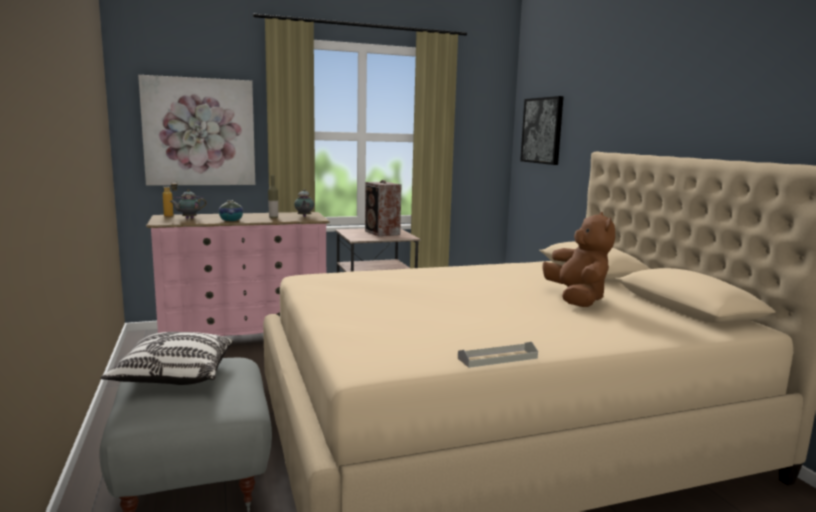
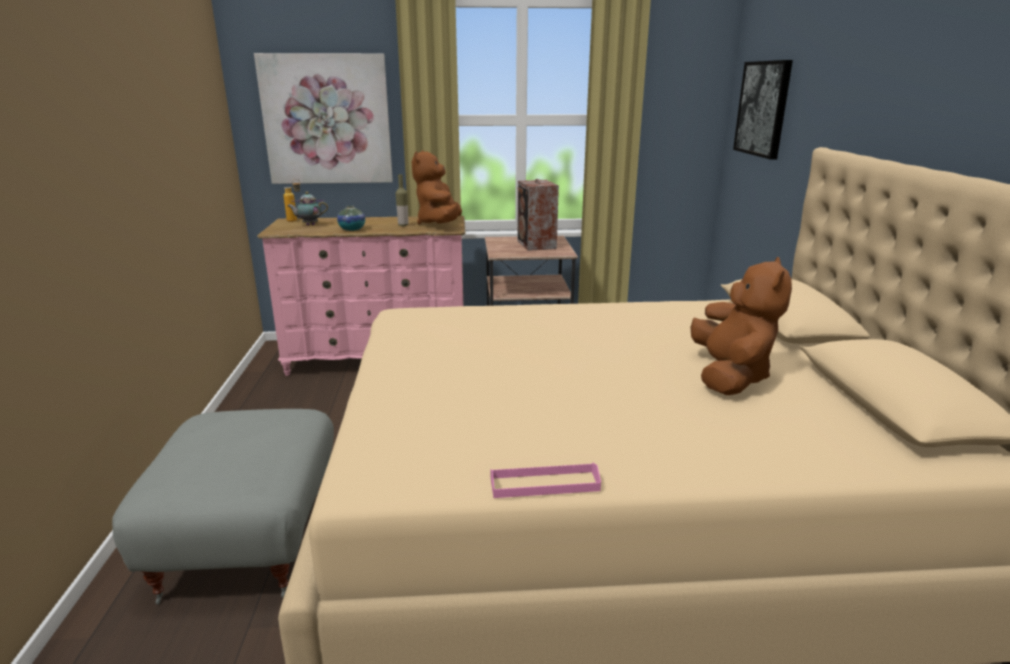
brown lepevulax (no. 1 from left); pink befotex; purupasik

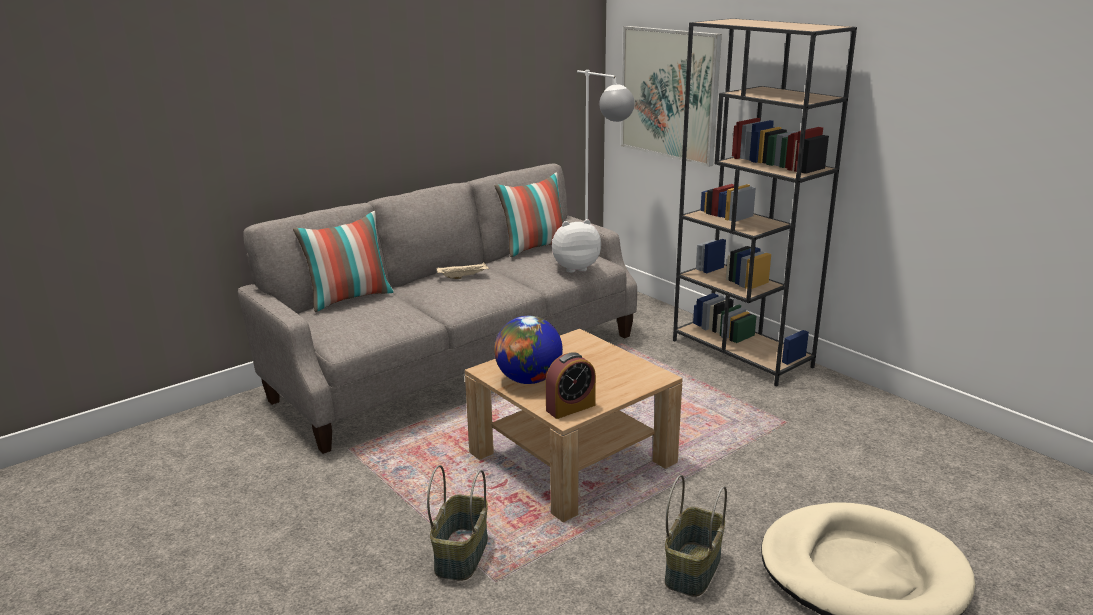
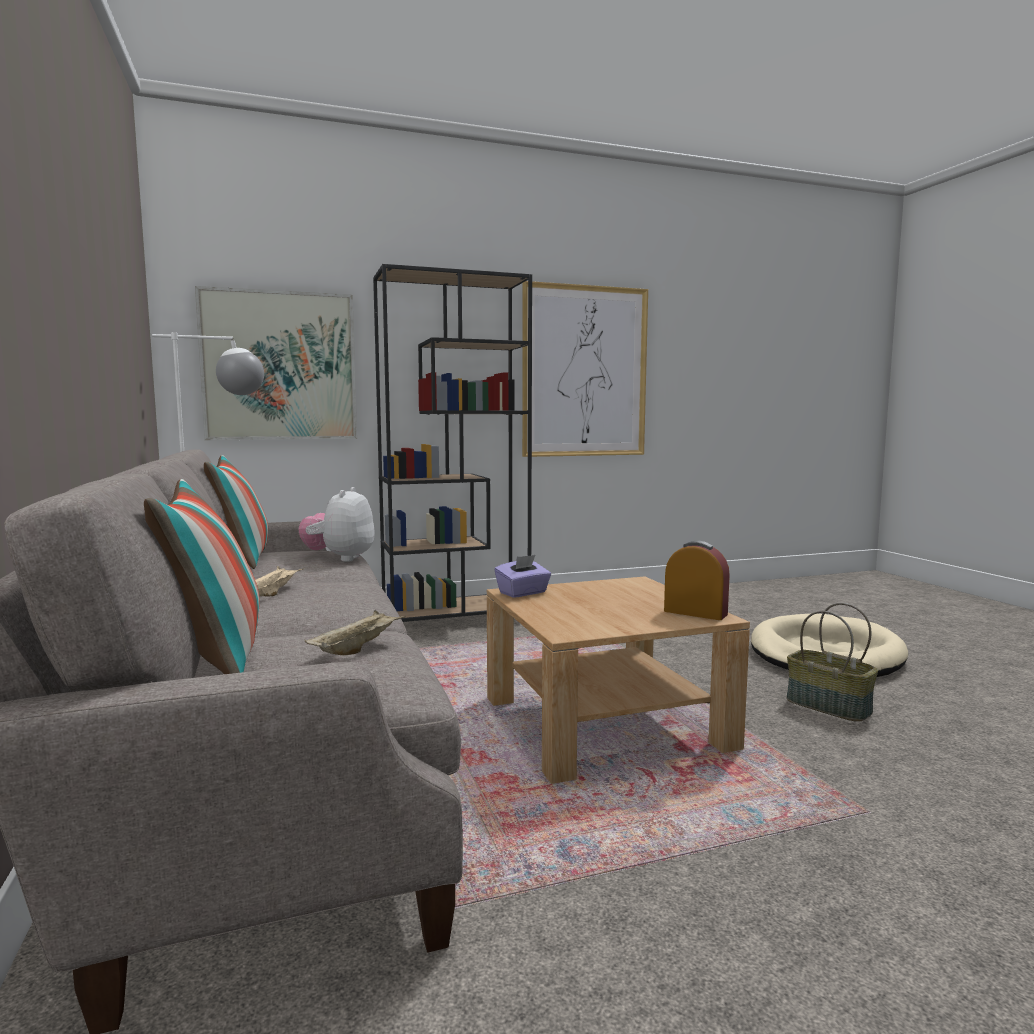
beige befotex (no. 2 from left); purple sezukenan; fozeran (no. 2 from left); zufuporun; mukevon (no. 1 from left in the first image); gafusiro

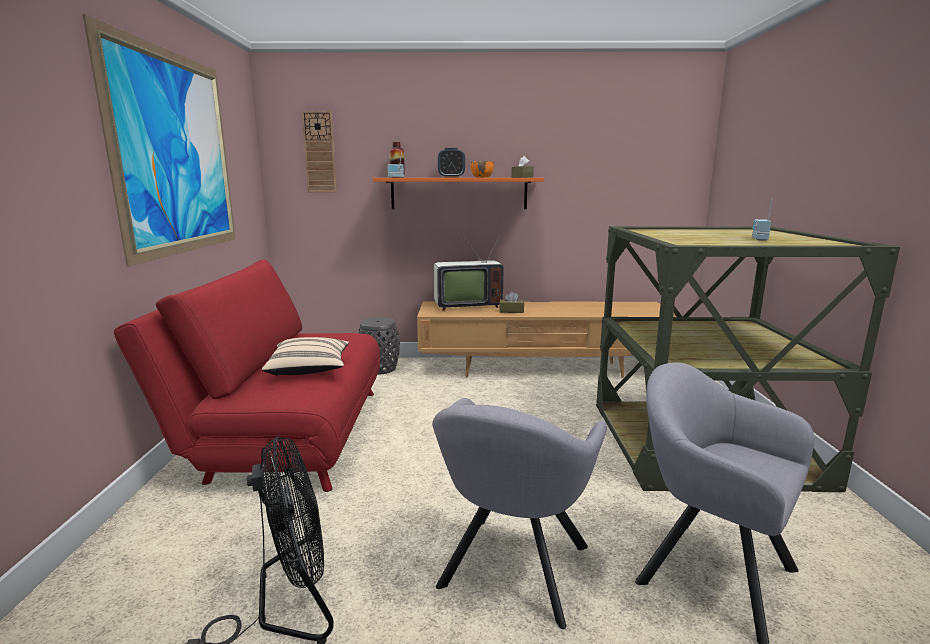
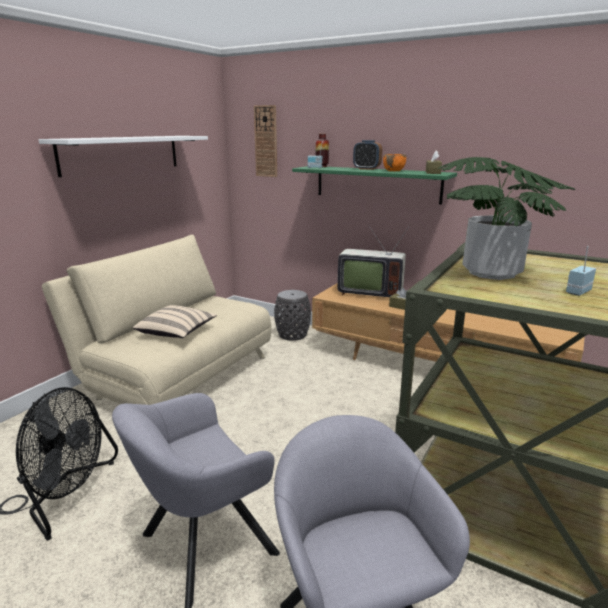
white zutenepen; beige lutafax; green zutenepen; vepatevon

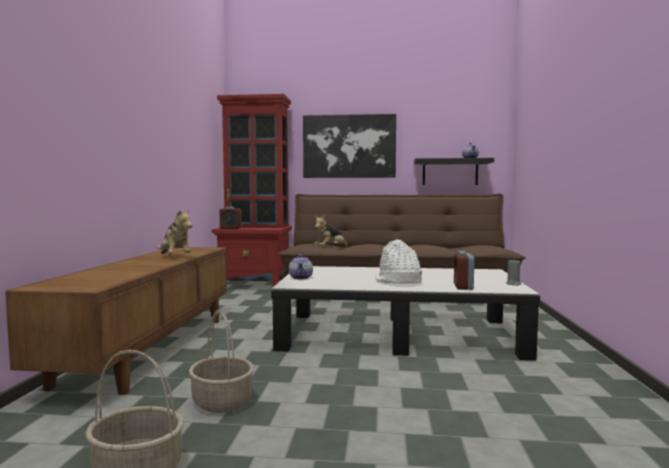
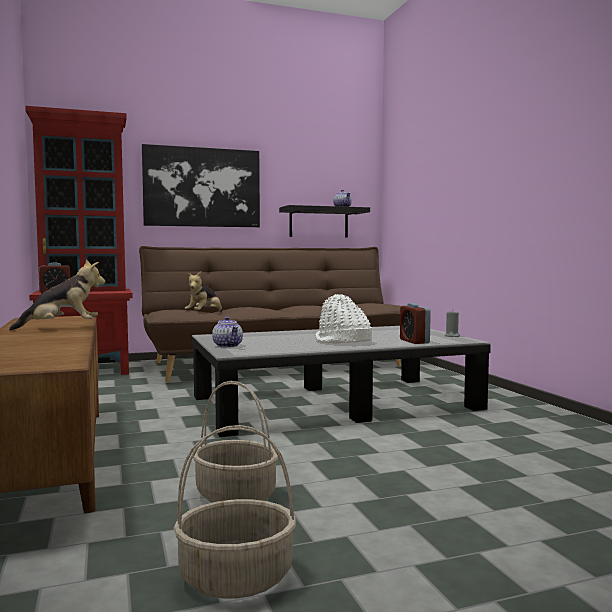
lepevulax (no. 1 from left)

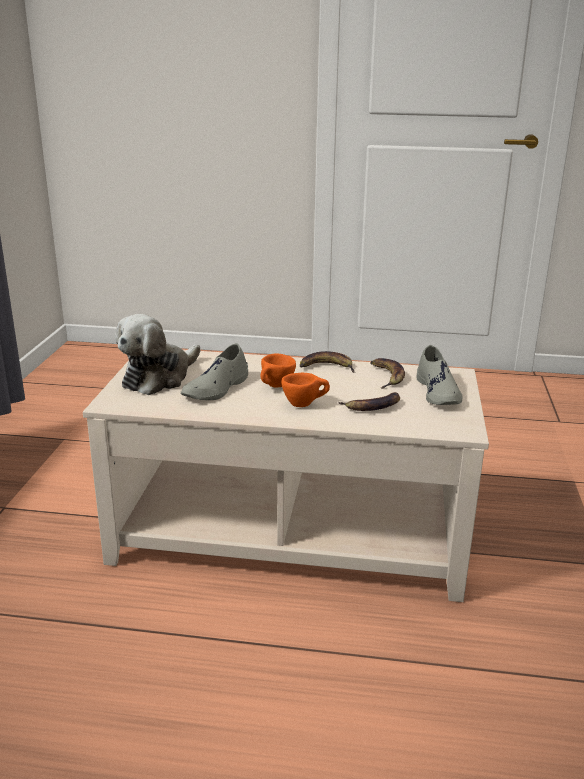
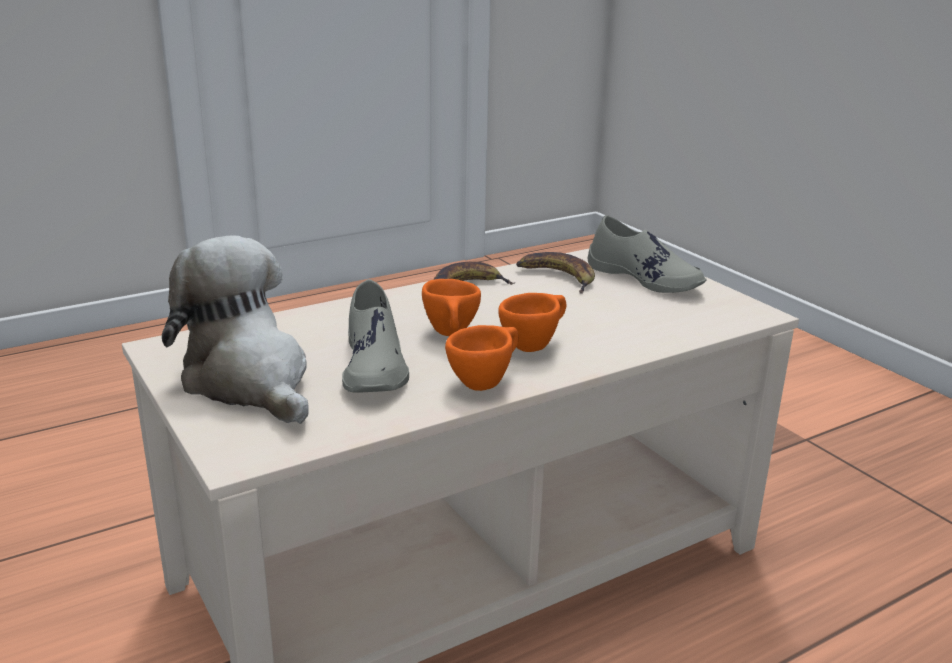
lepevulax; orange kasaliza (no. 2 from left); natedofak (no. 2 from left in the first image)

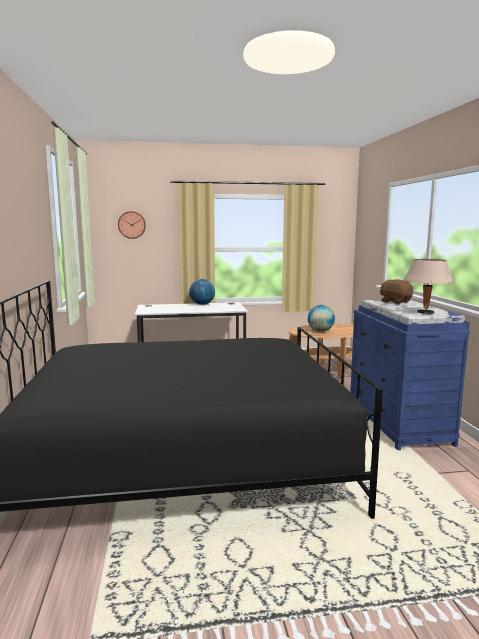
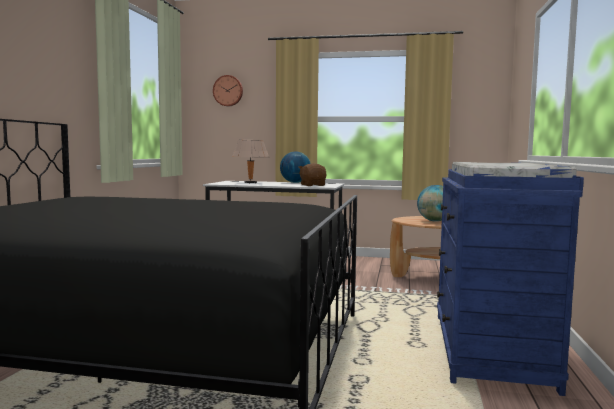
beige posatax; brown lepevulax

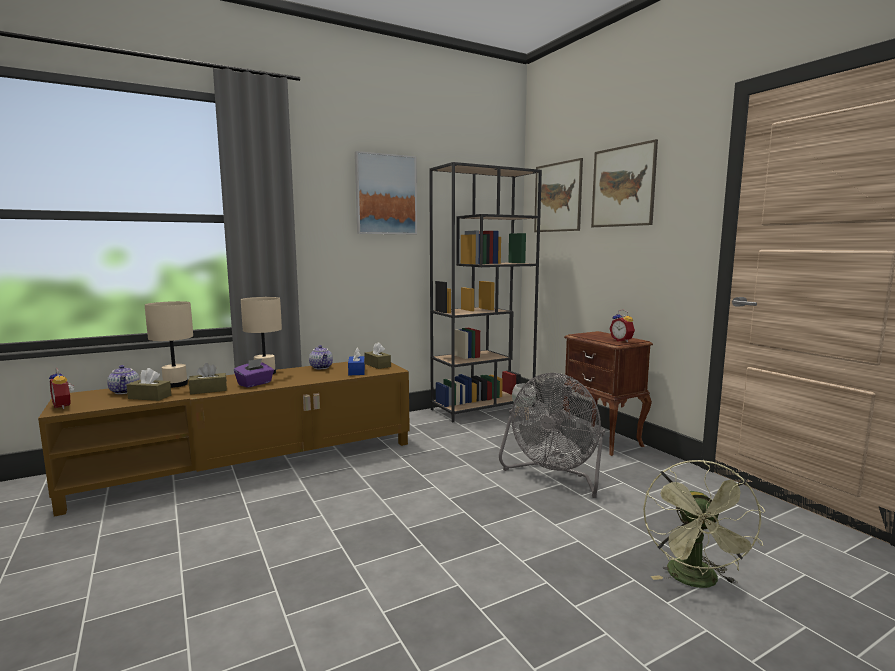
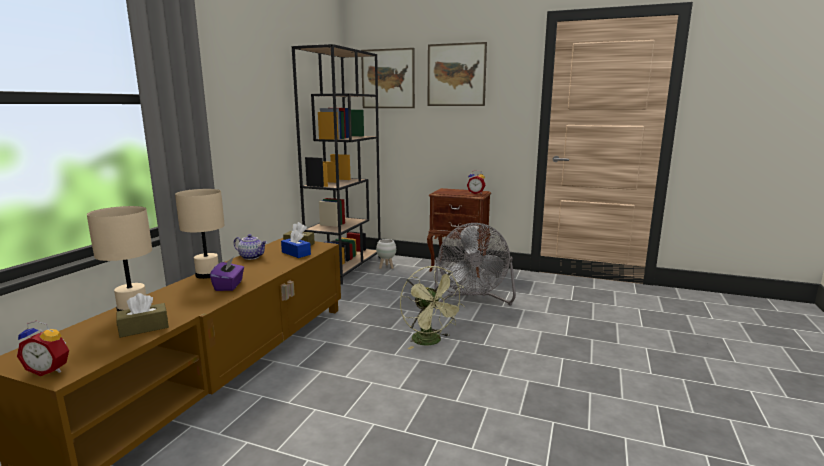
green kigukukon; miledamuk (no. 1 from left in the first image); brown sezukenan (no. 2 from left in the first image); fozeran (no. 1 from left in the first image)

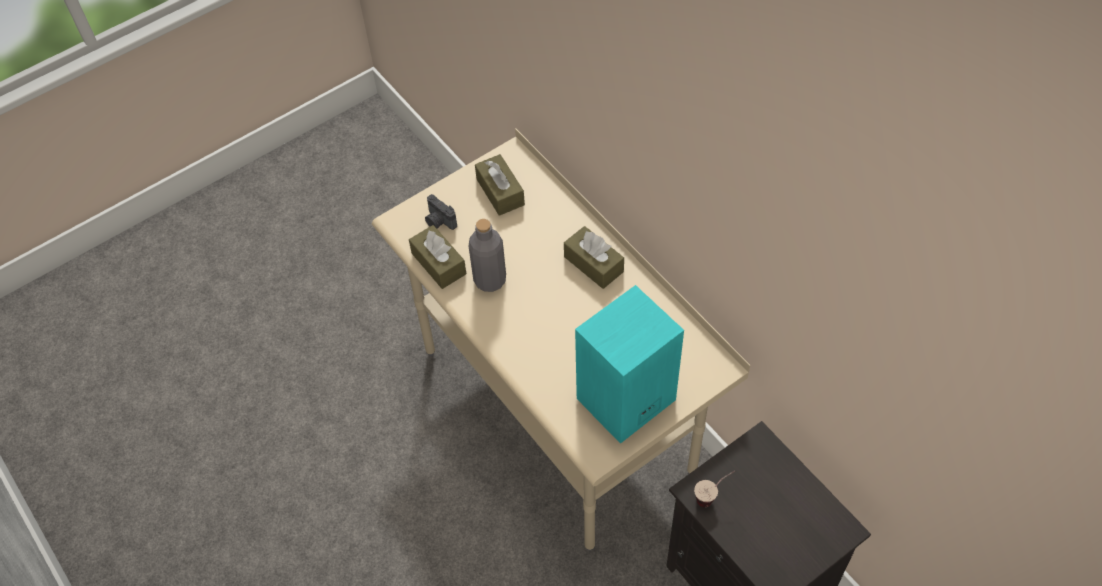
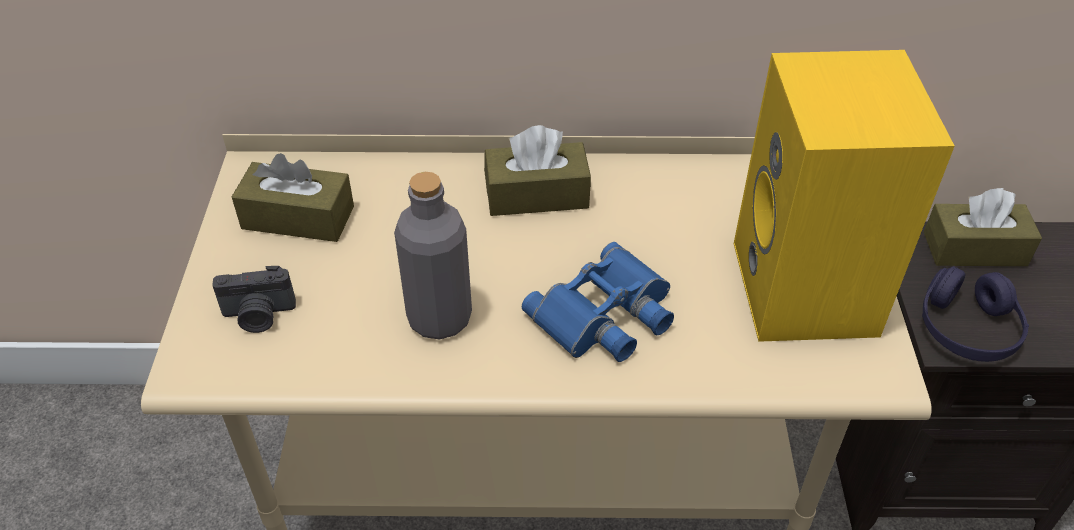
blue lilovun; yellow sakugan; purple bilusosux; brown sezukenan (no. 3 from left)

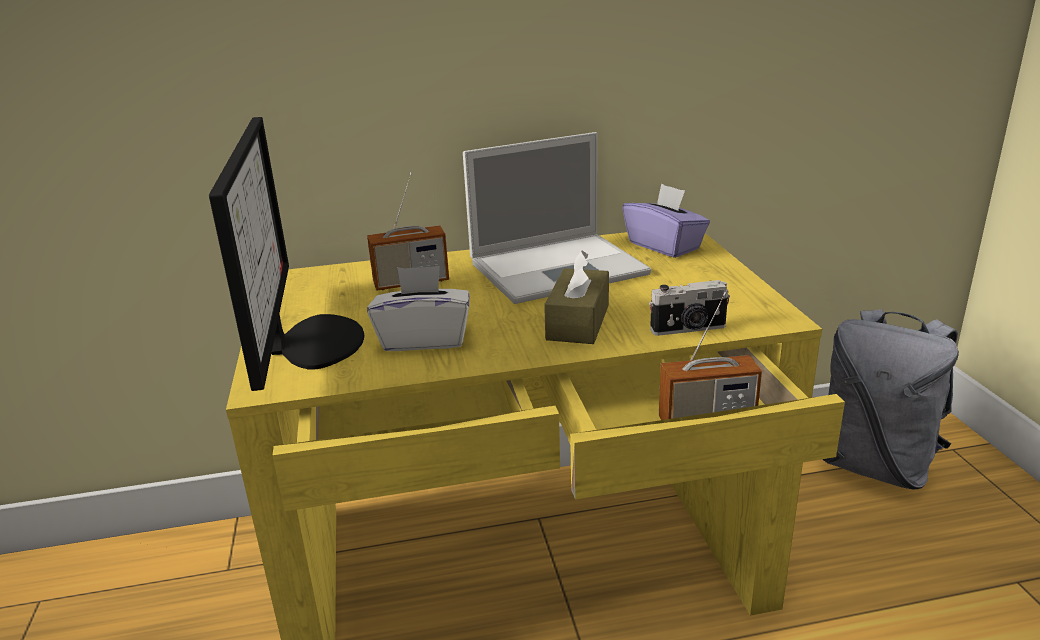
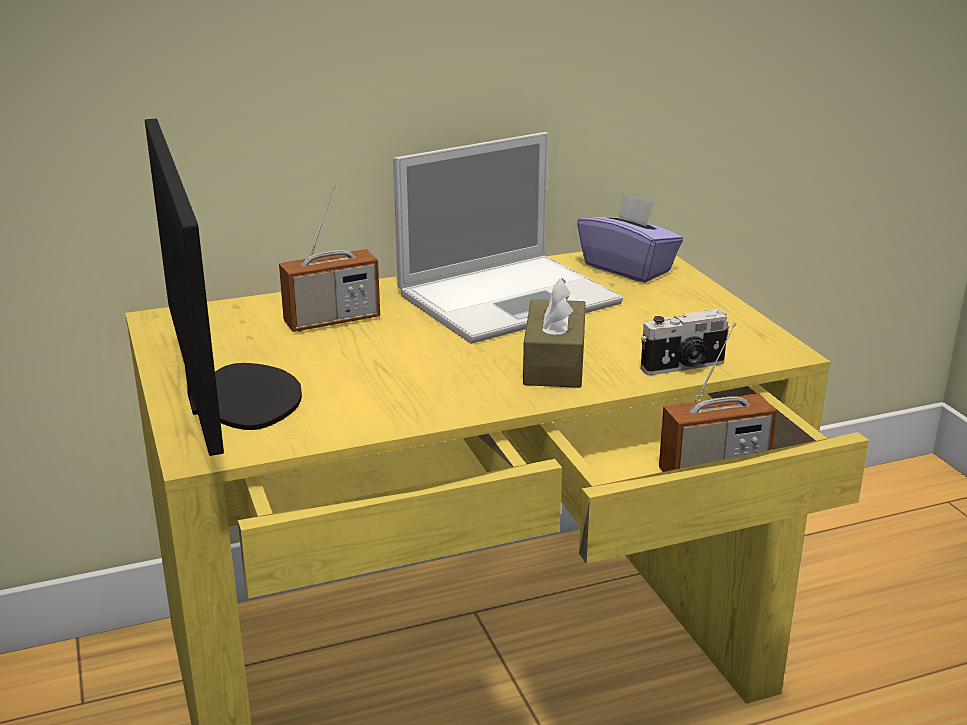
white sezukenan; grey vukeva

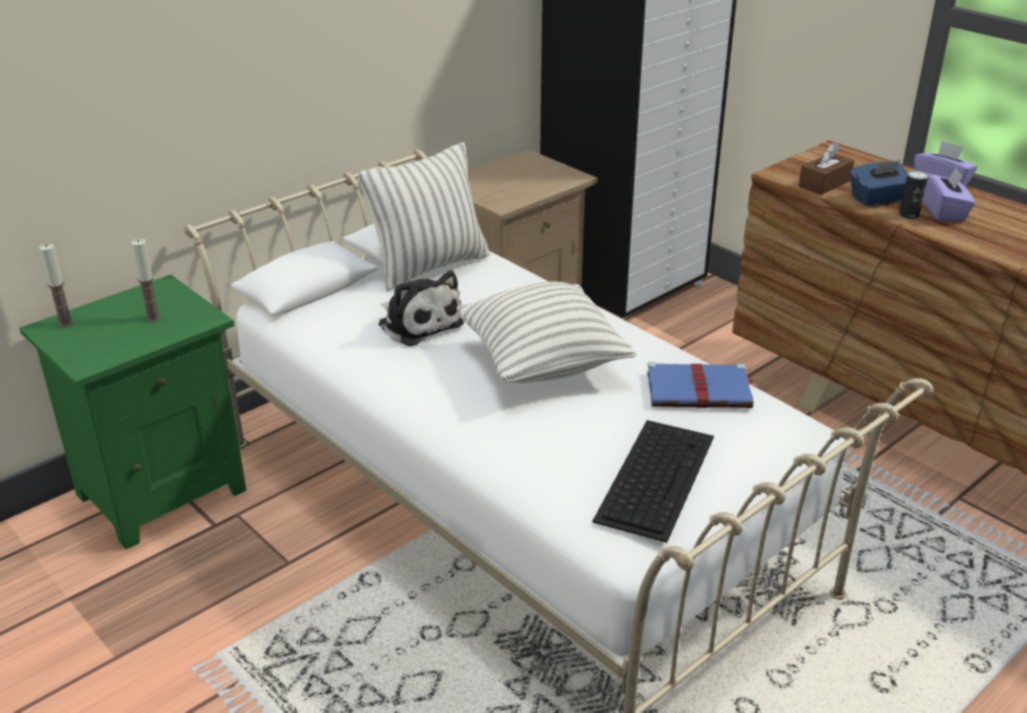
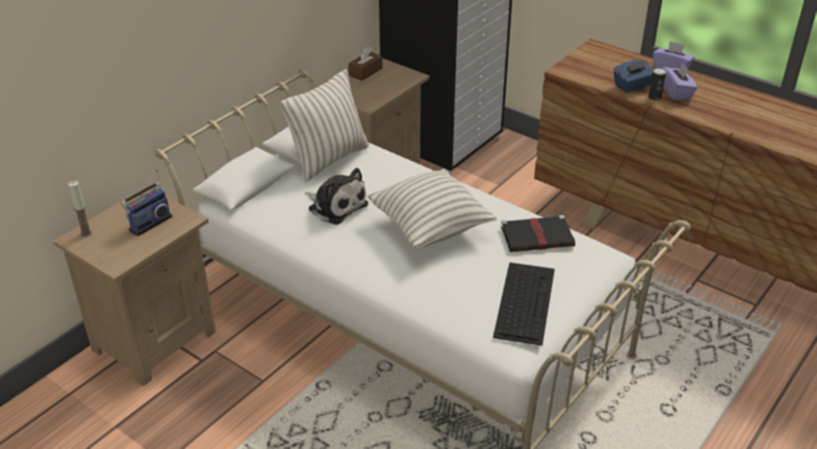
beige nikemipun (no. 1 from left); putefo; brown sezukenan; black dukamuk

